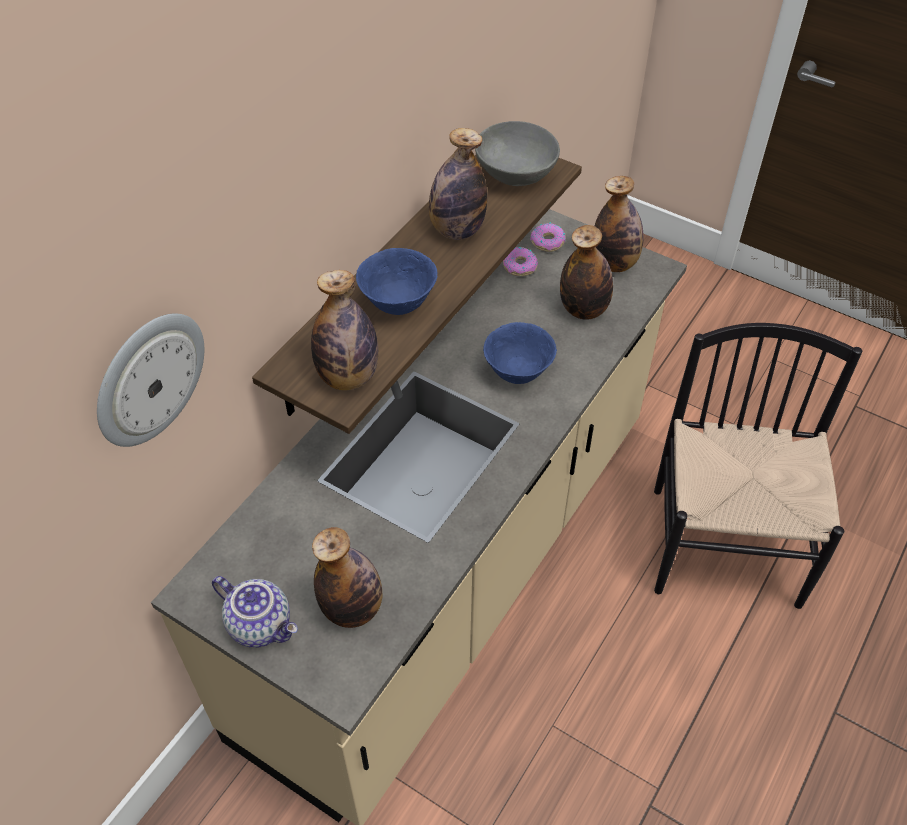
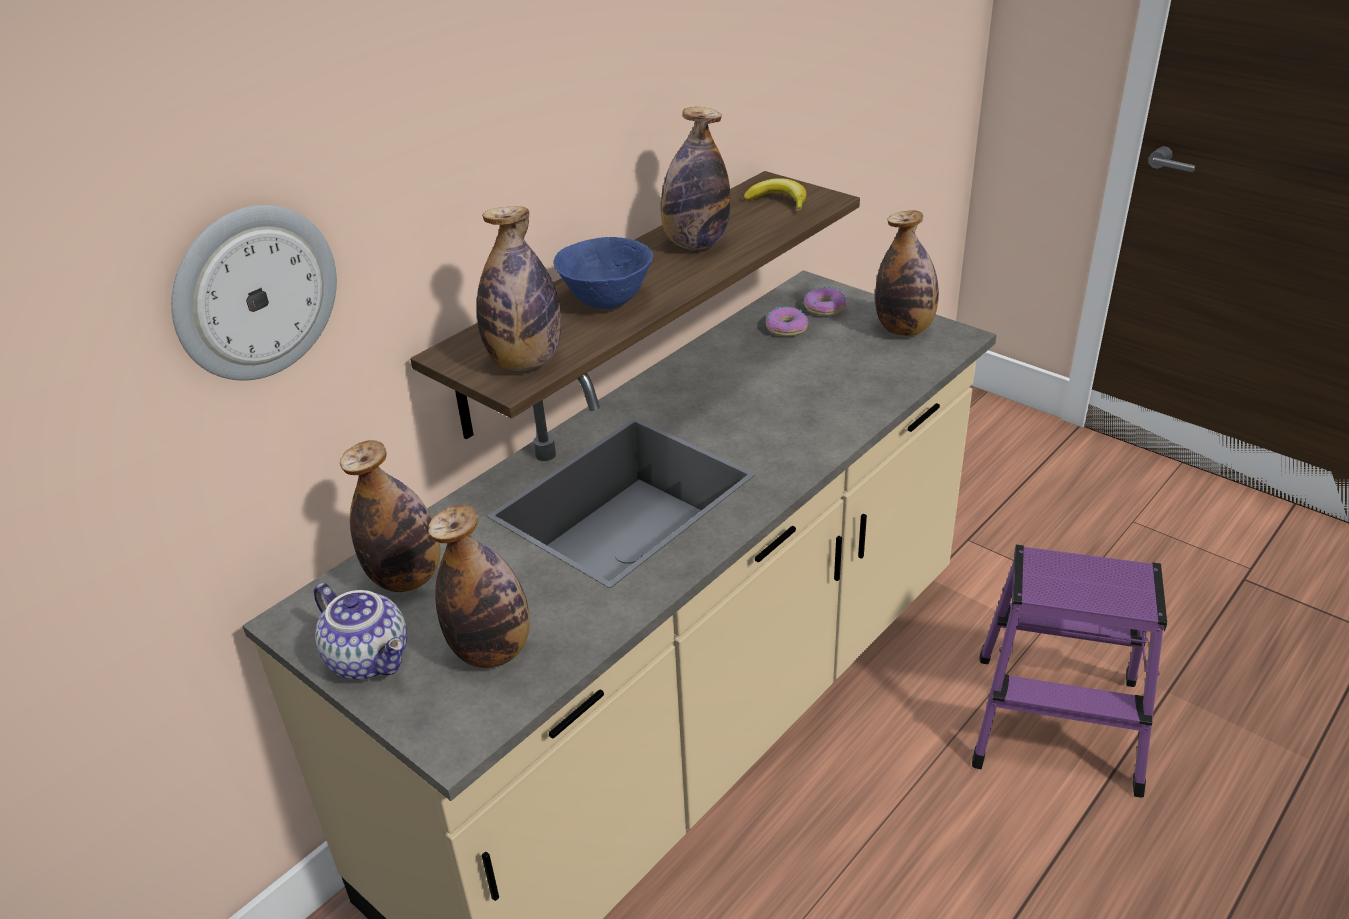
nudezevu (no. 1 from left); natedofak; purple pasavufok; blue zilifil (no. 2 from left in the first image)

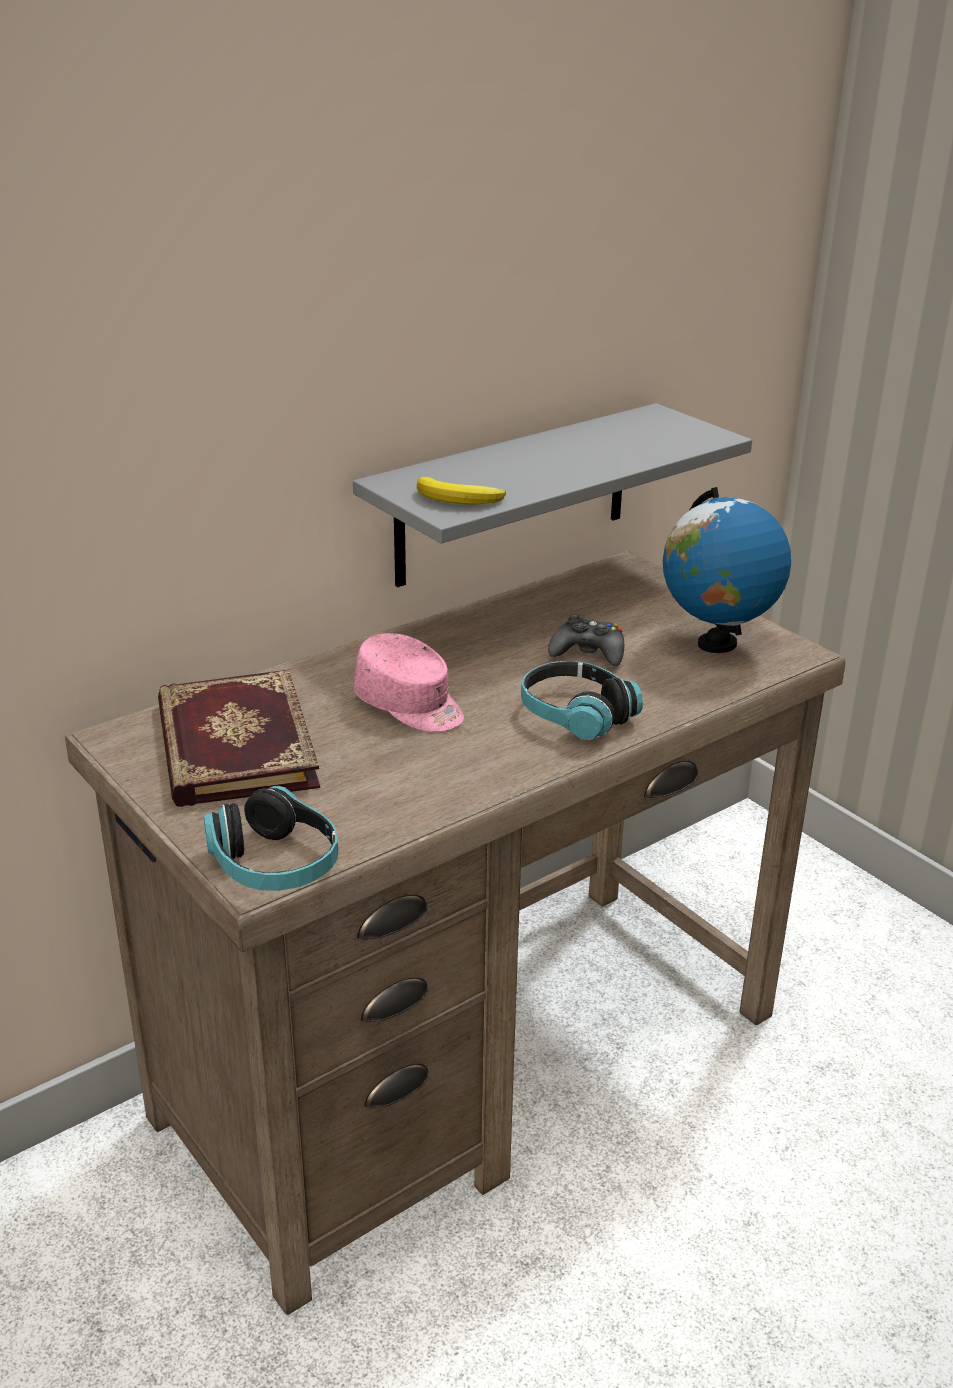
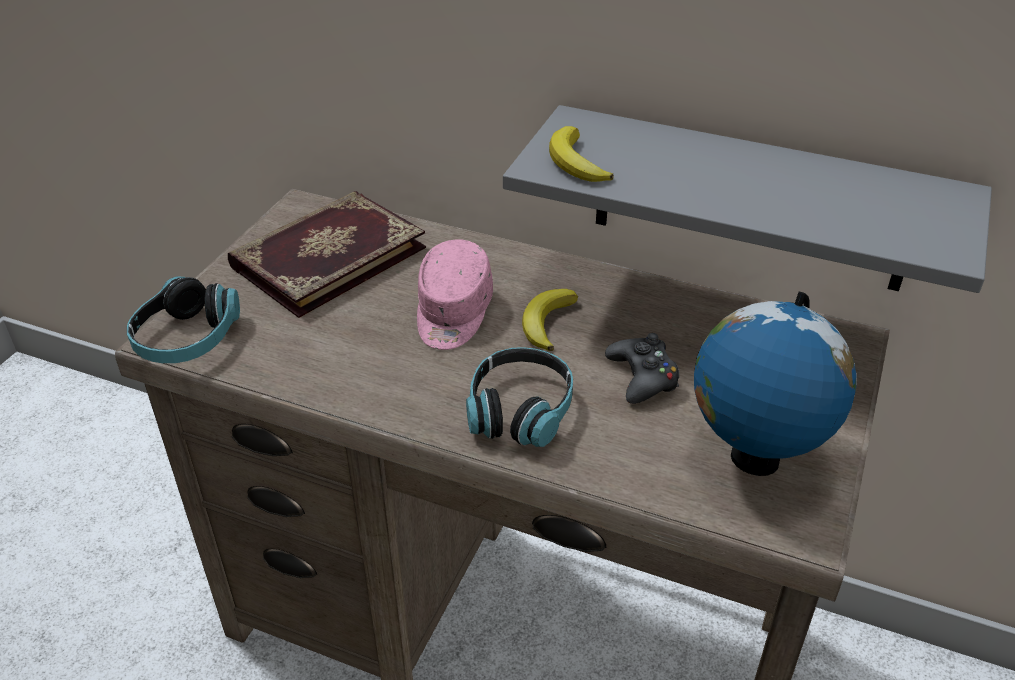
natedofak (no. 1 from left)

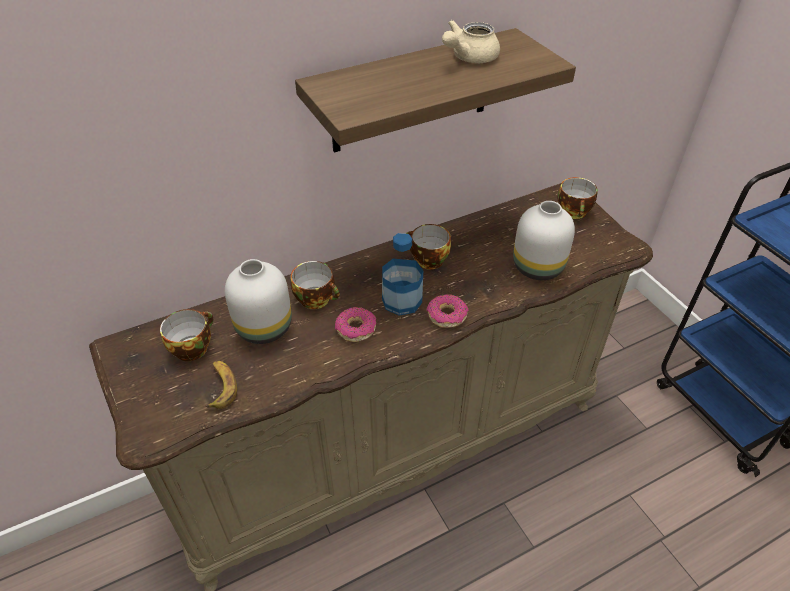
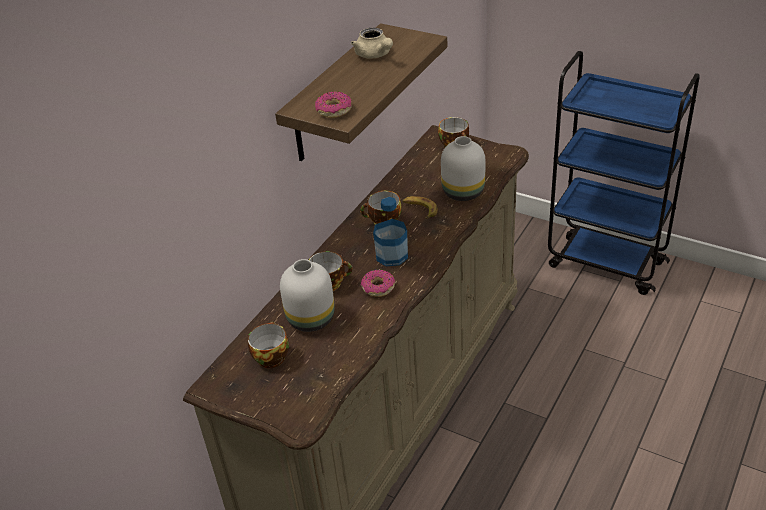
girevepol (no. 1 from left); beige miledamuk; natedofak

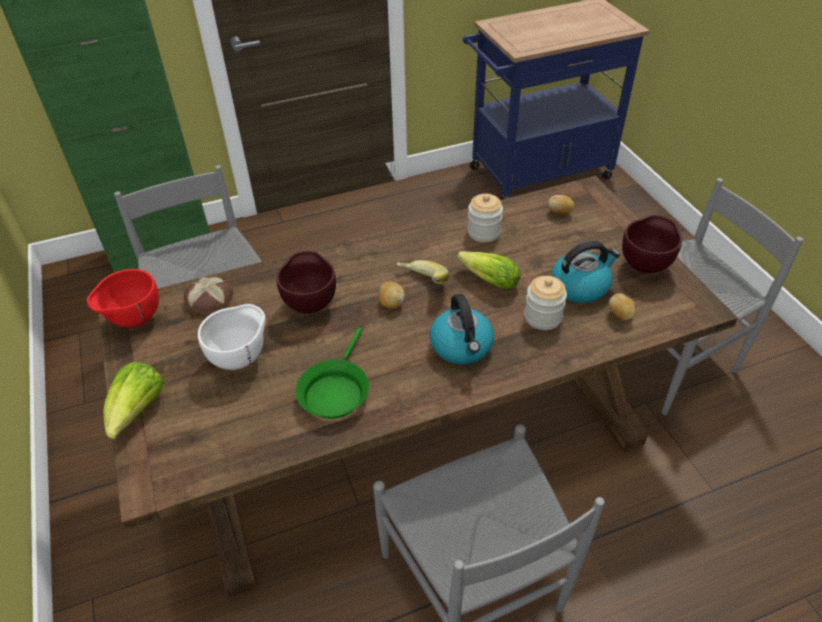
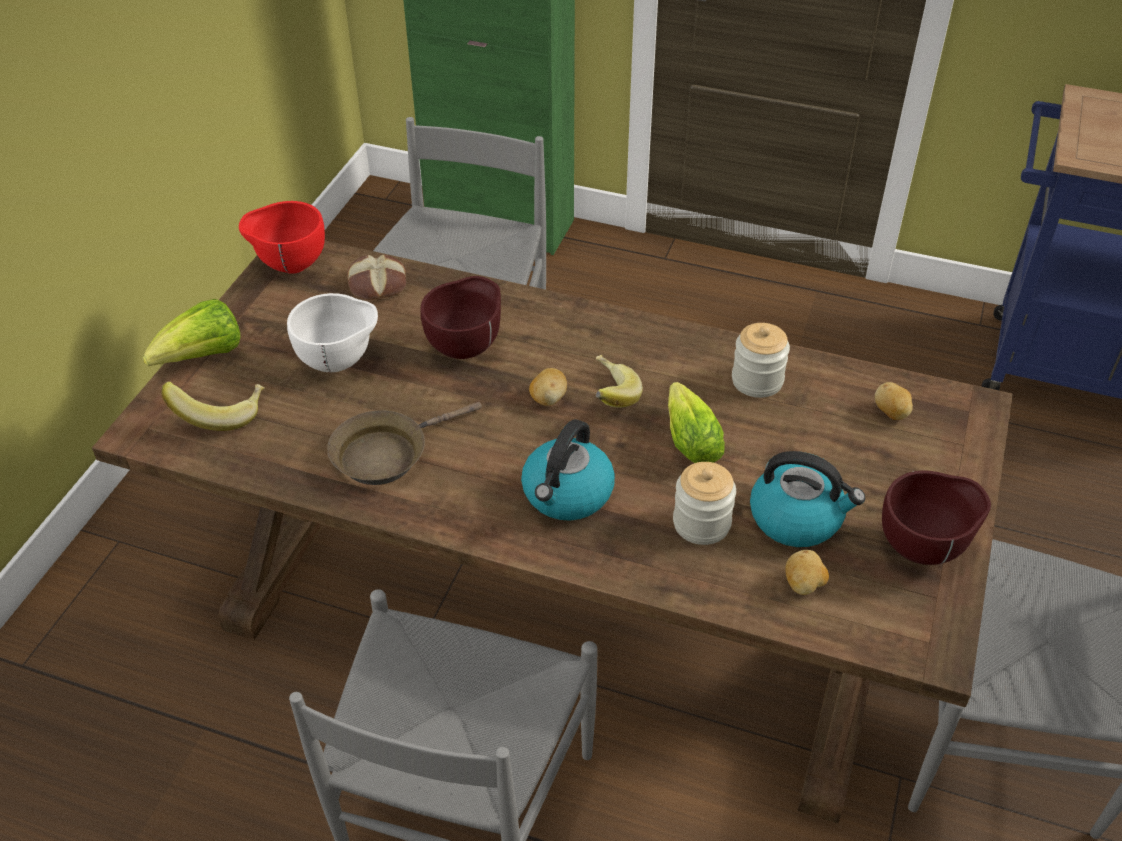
natedofak (no. 1 from left); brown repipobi

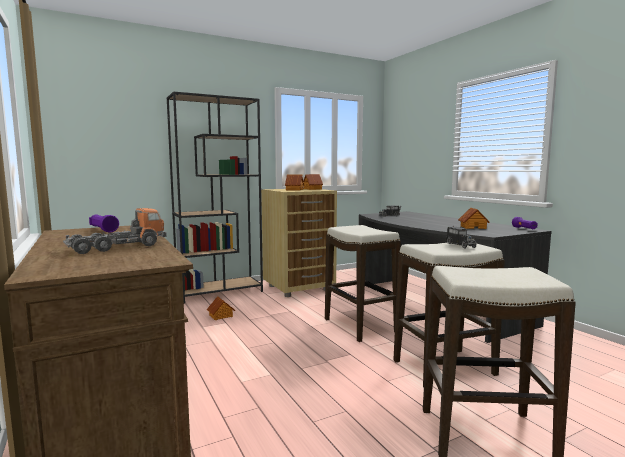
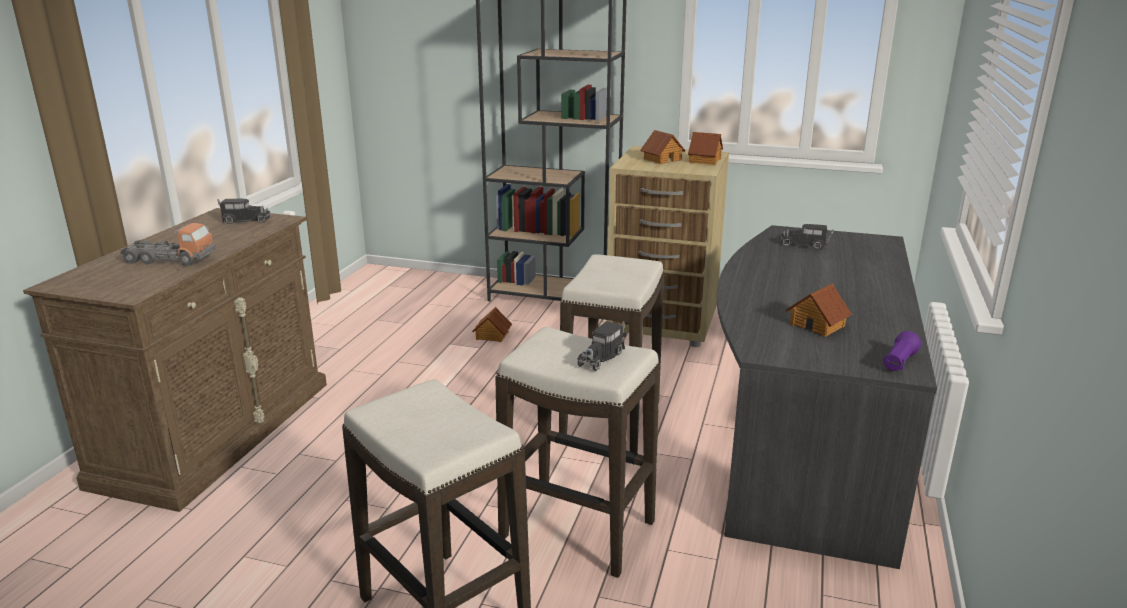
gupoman (no. 2 from left)

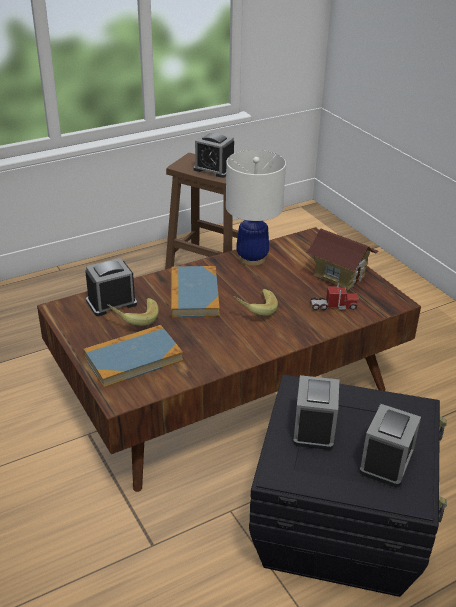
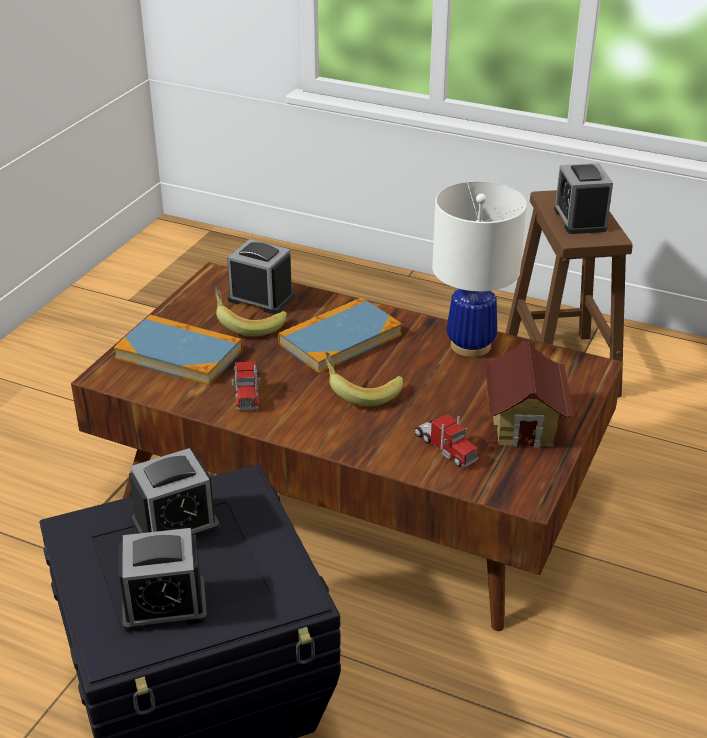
gupoman (no. 1 from left)

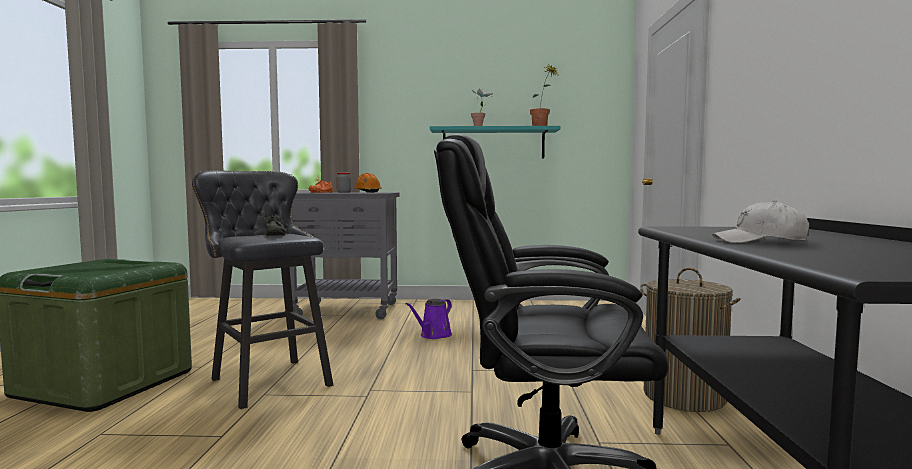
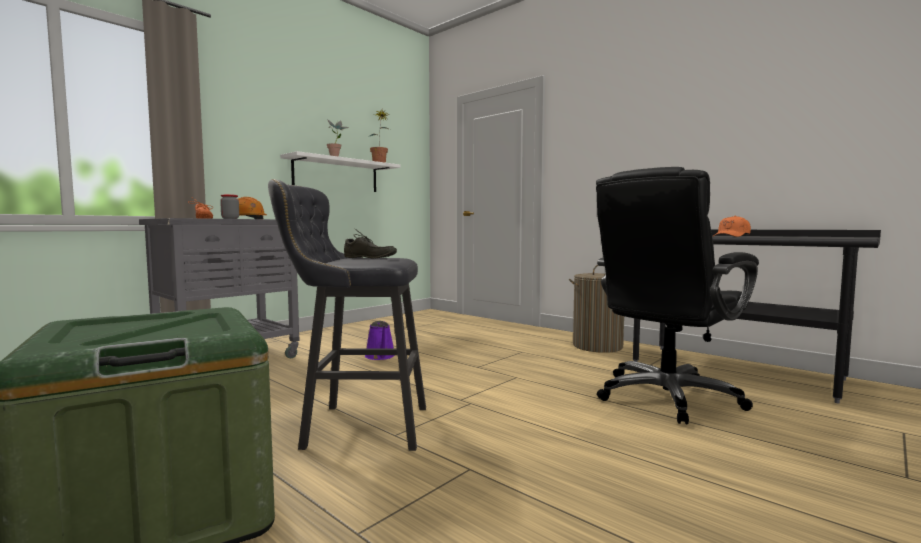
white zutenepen; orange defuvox

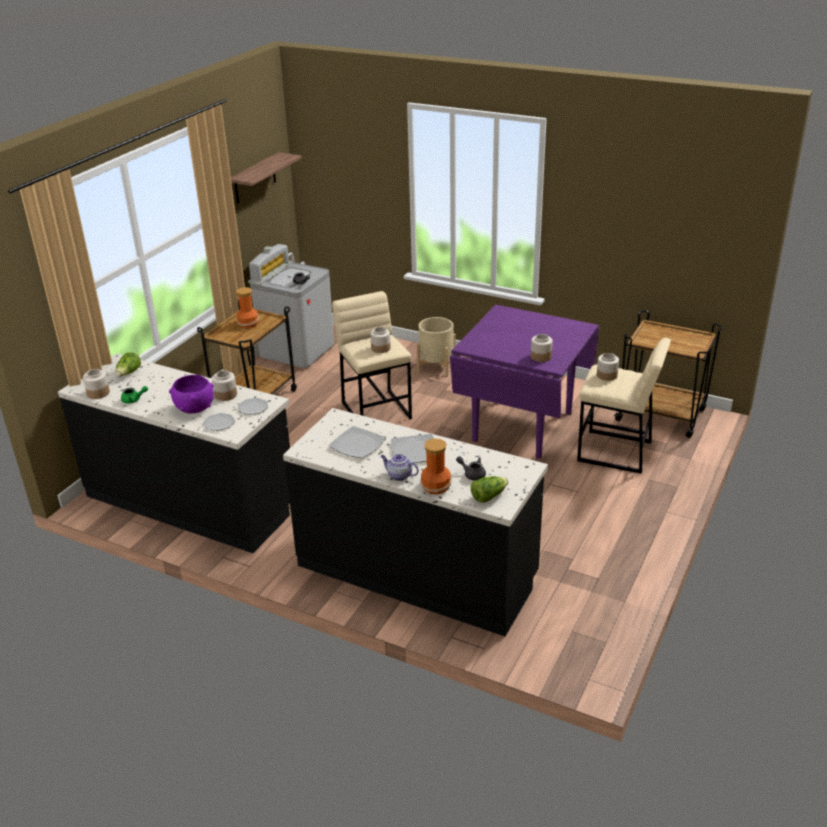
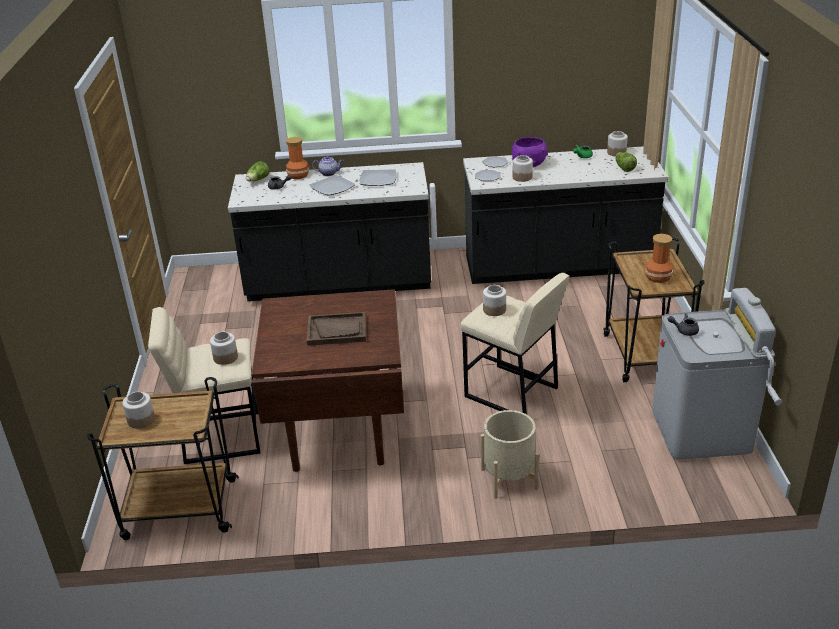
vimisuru (no. 1 from left); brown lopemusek; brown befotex; zutenepen

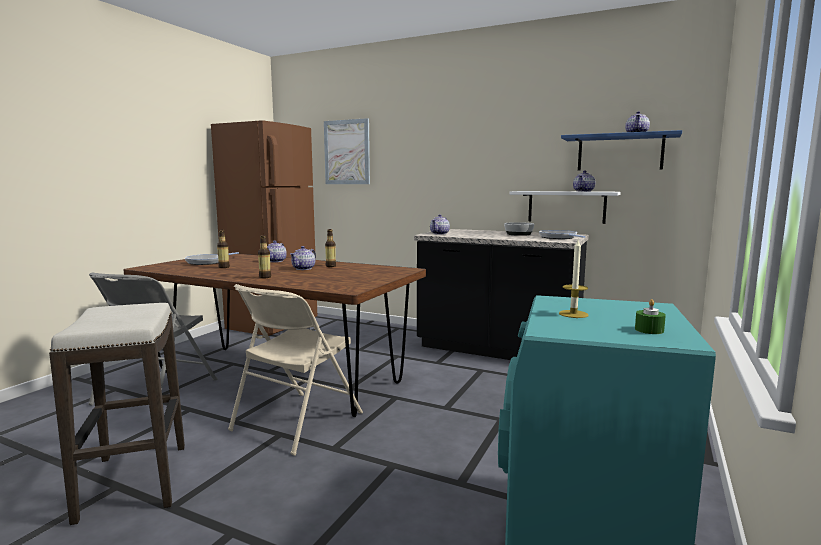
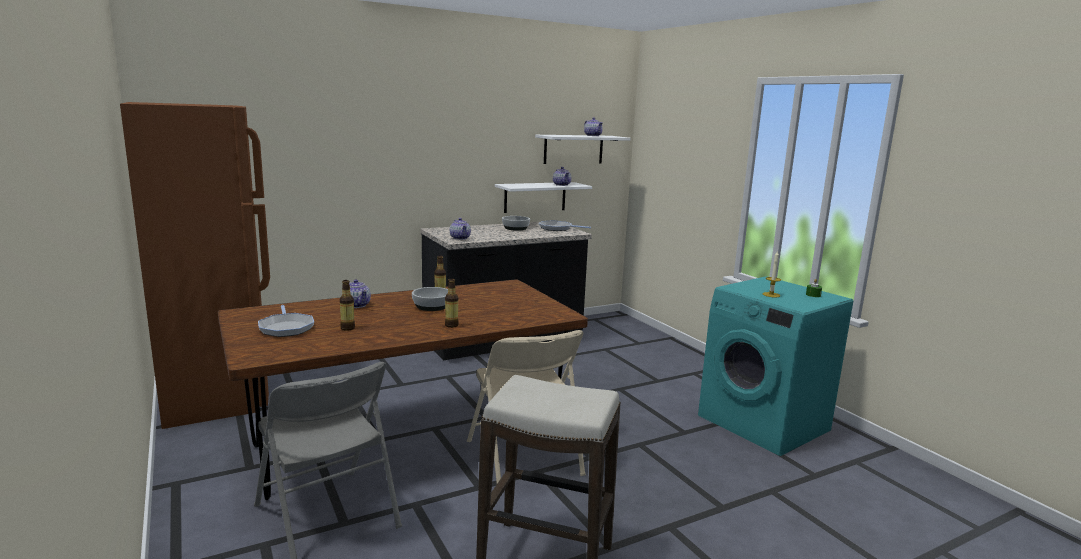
zilifil (no. 1 from left); white zutenepen (no. 2 from left); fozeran

